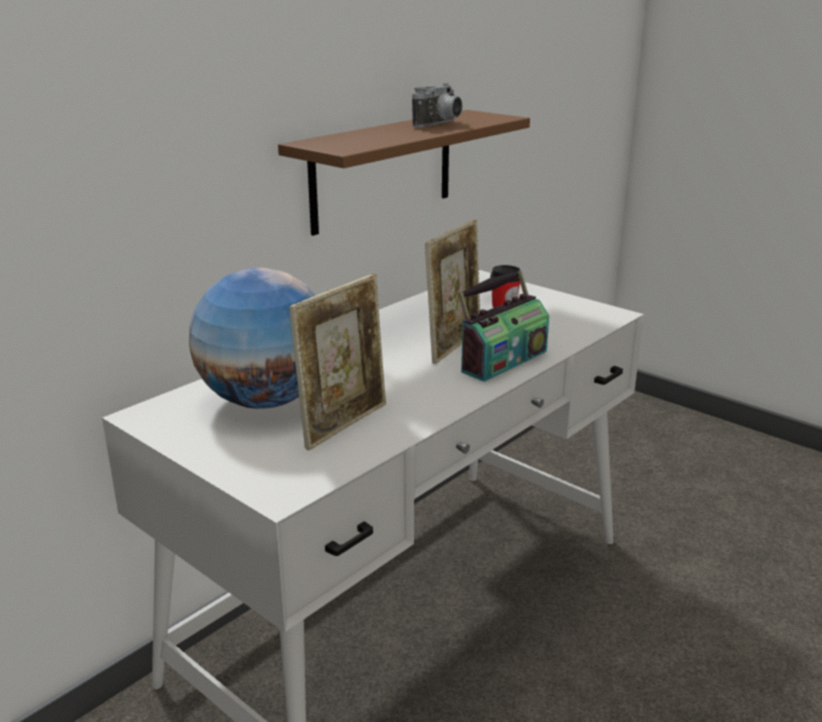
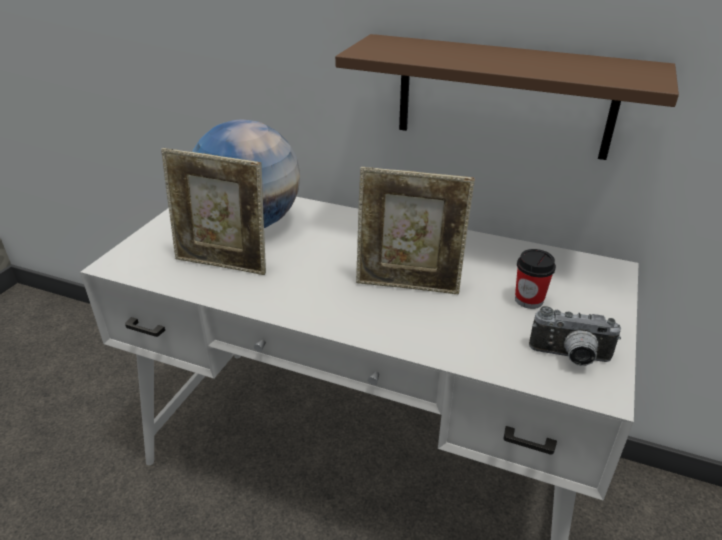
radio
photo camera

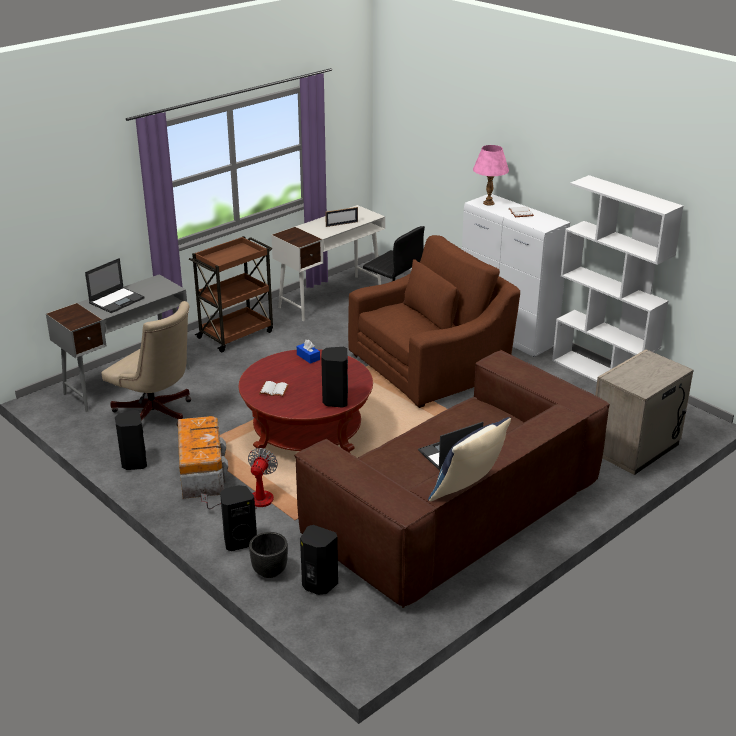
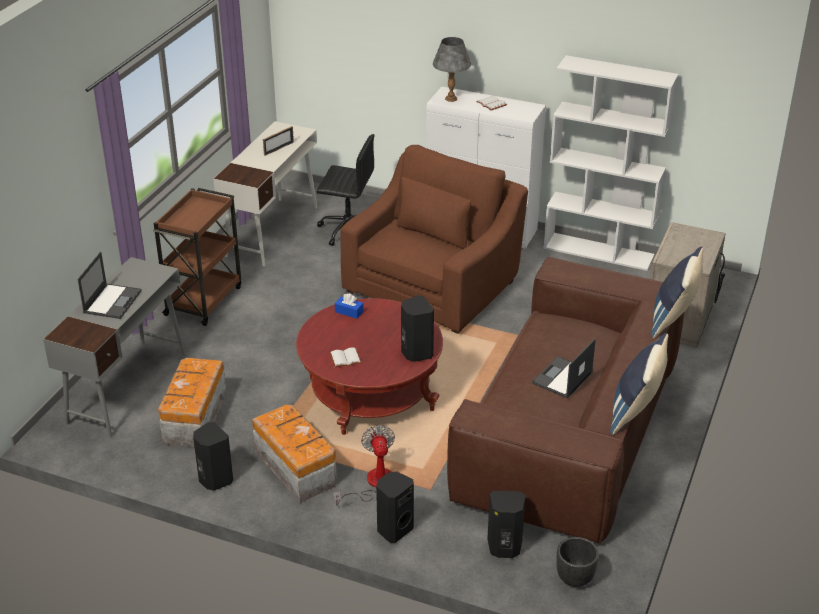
pillow (blue) (2nd from left)
planter (black)
storage box (1st from left)
table lamp (grey)

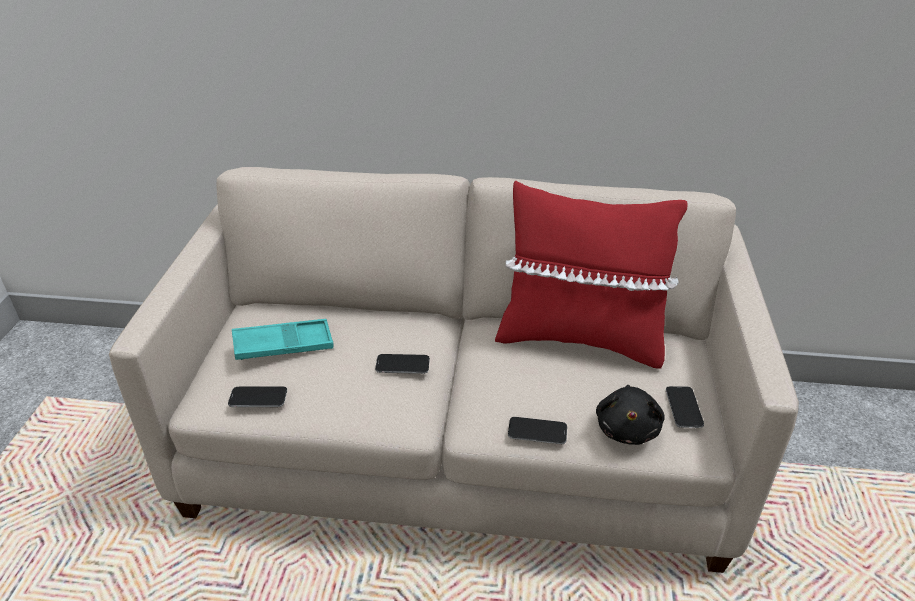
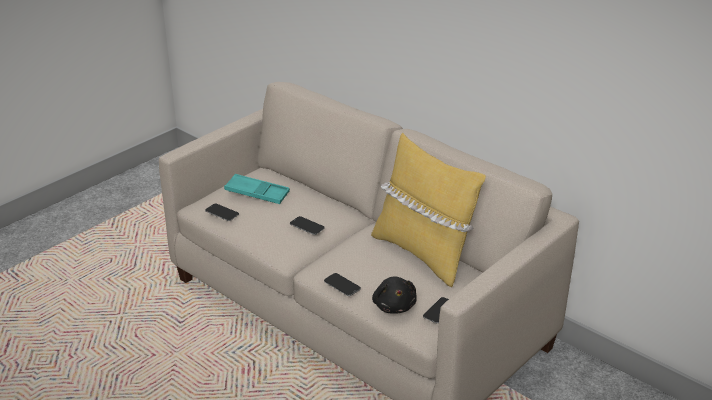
pillow (yellow)
plush toy (black)

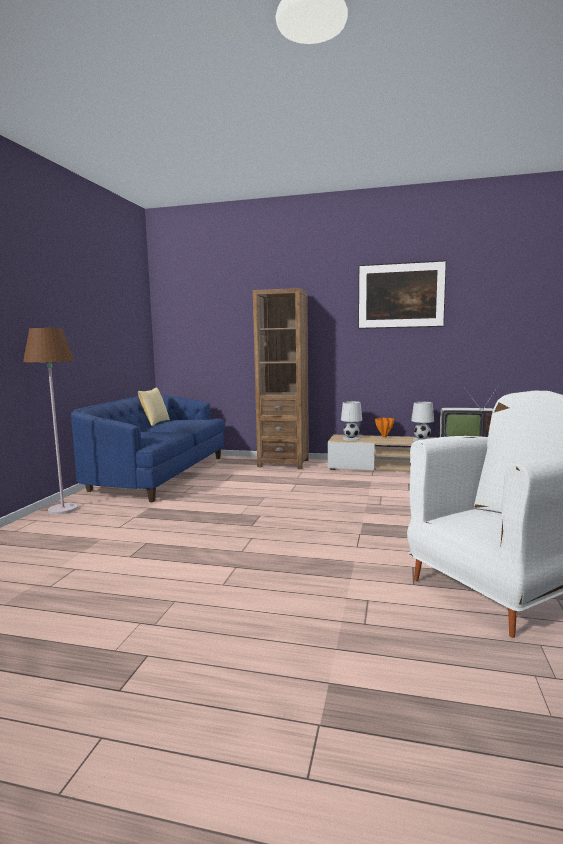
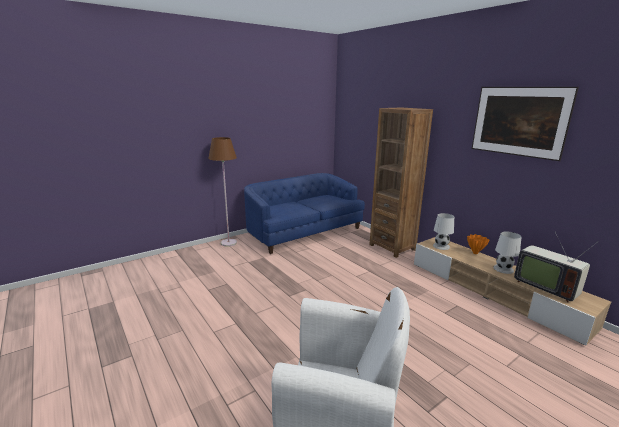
pillow

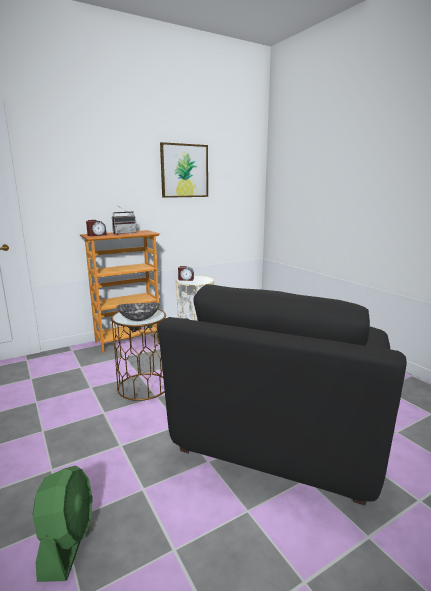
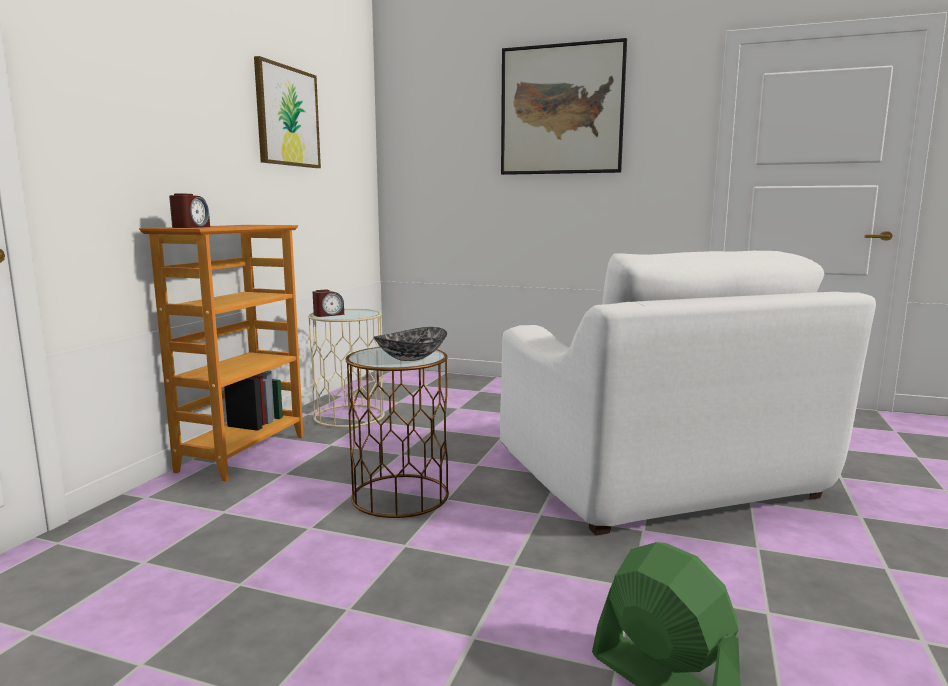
radio
picture (2nd from left)
armchair (white)

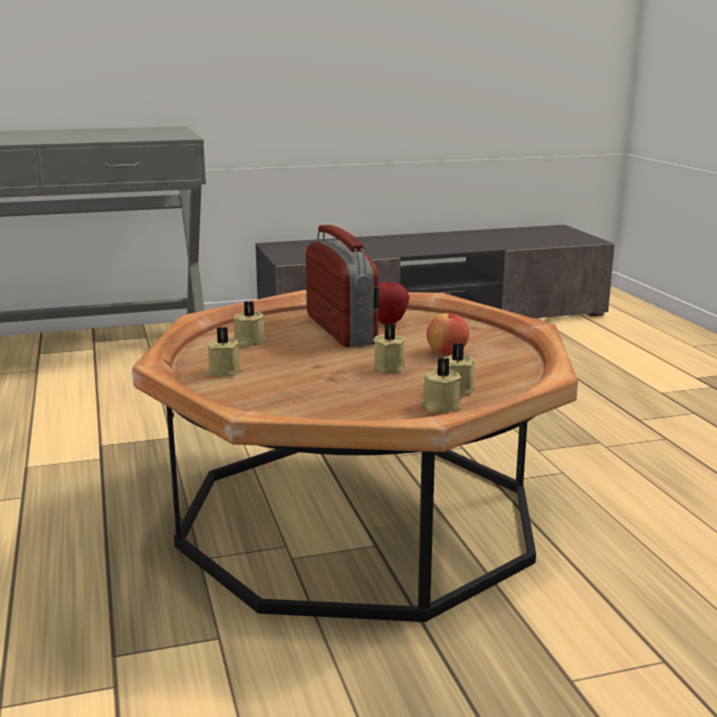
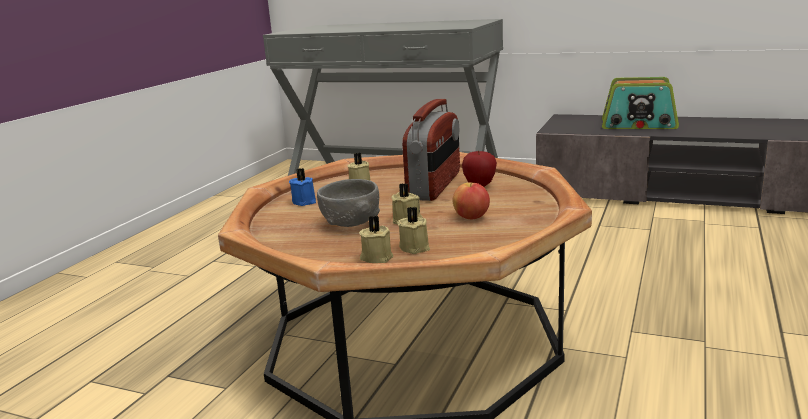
bowl (grey)
radio (2nd from left)
candle (blue)

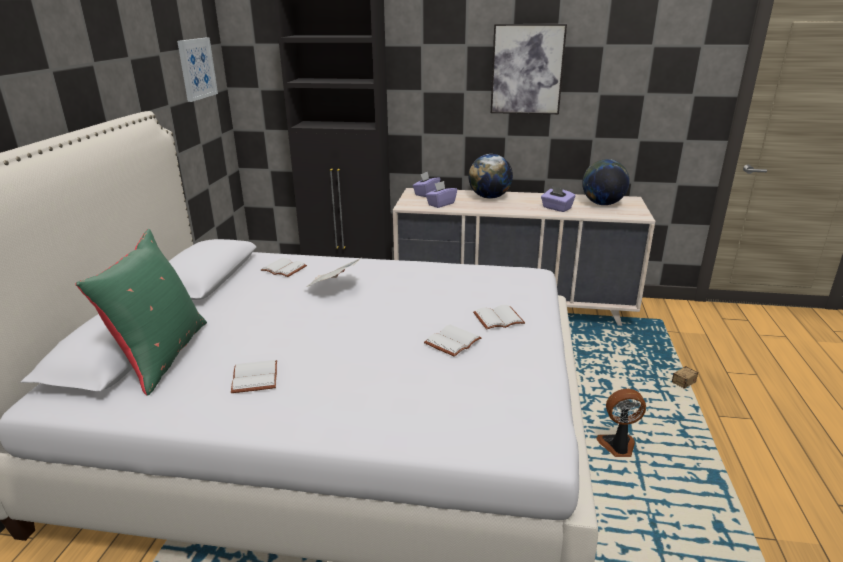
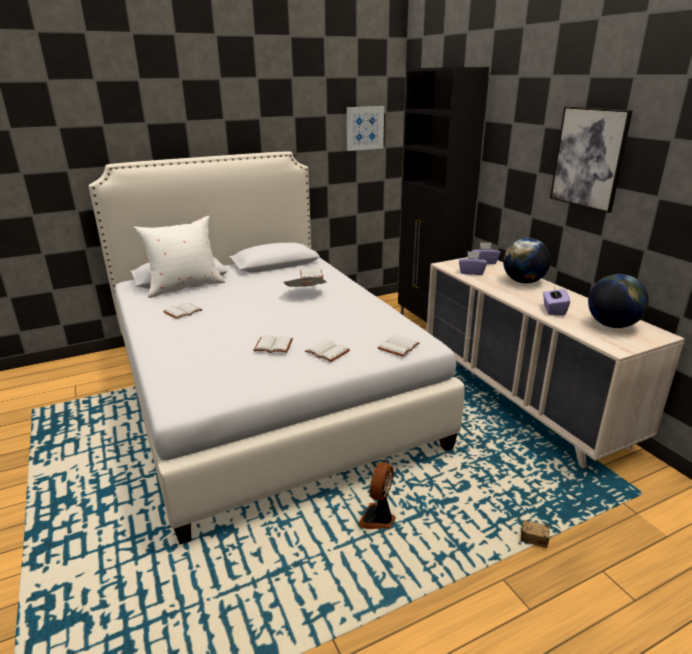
book (white) (5th from left)
pillow (white)
fan

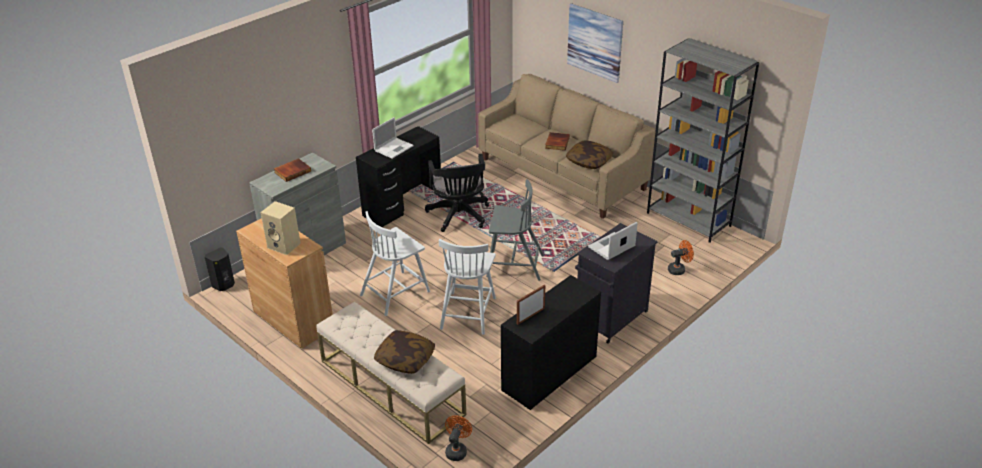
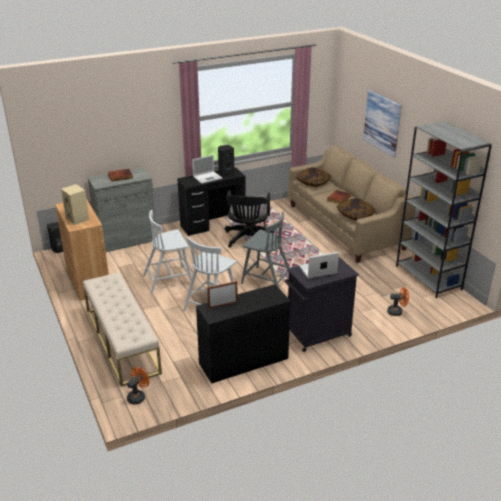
speaker (black) (2nd from left)
pillow (1st from left)

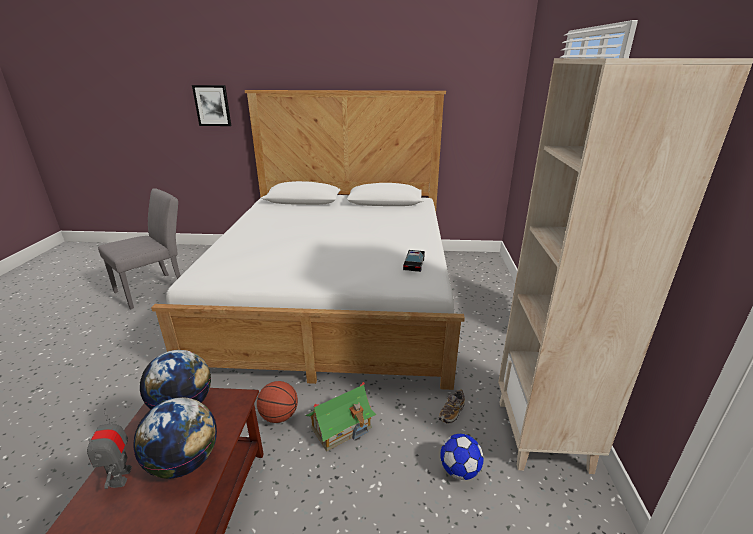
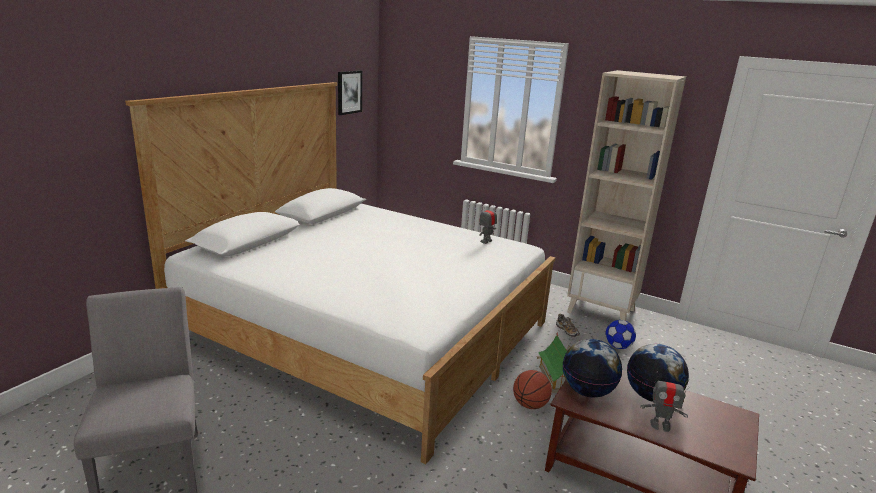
picture
toy robot (1st from left)

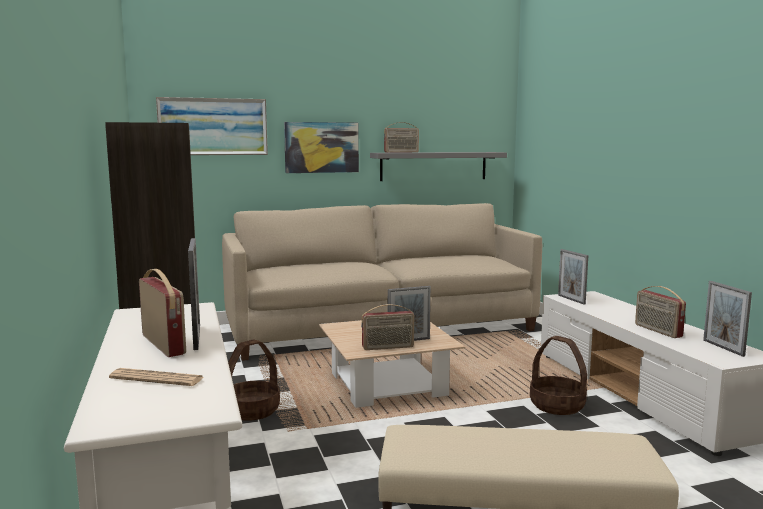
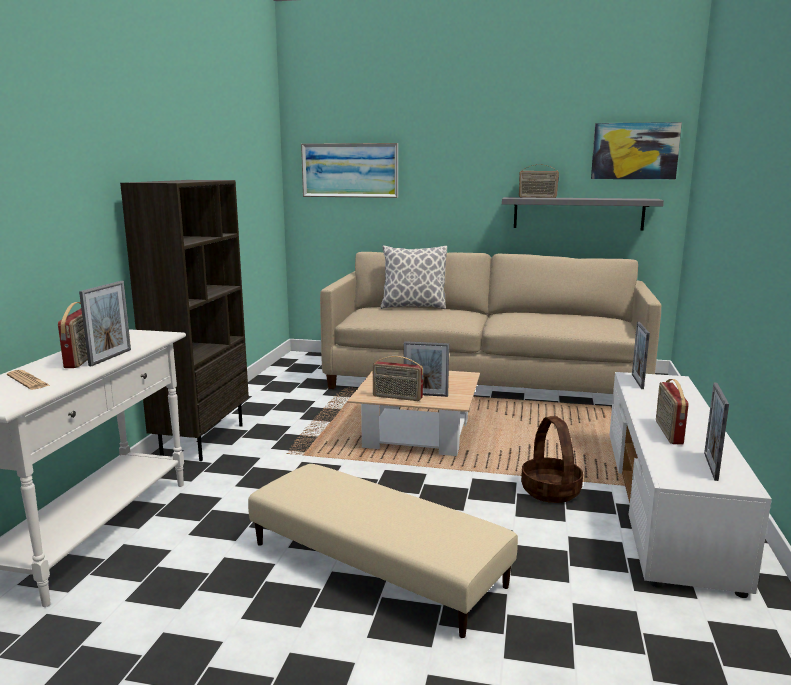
basket (1st from left in the first image)
pillow
picture (2nd from left)

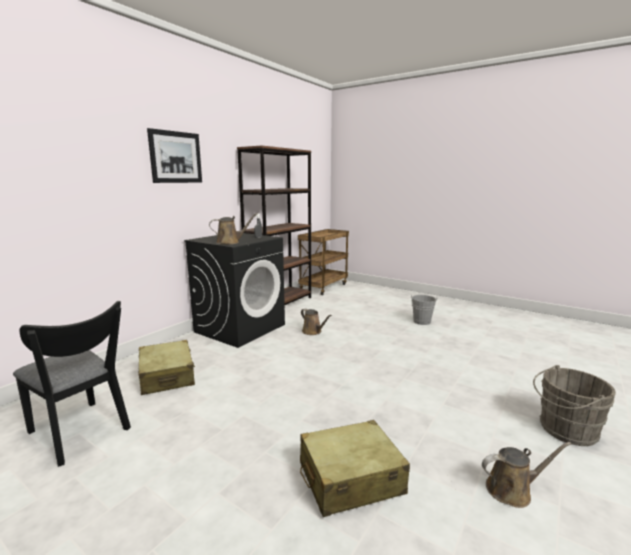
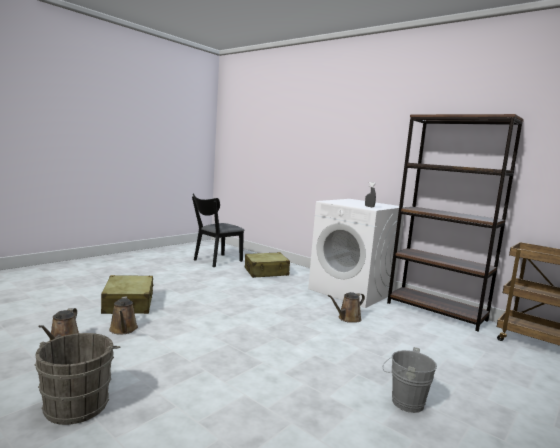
picture
watering can (brown) (2nd from left)
washing machine (white)

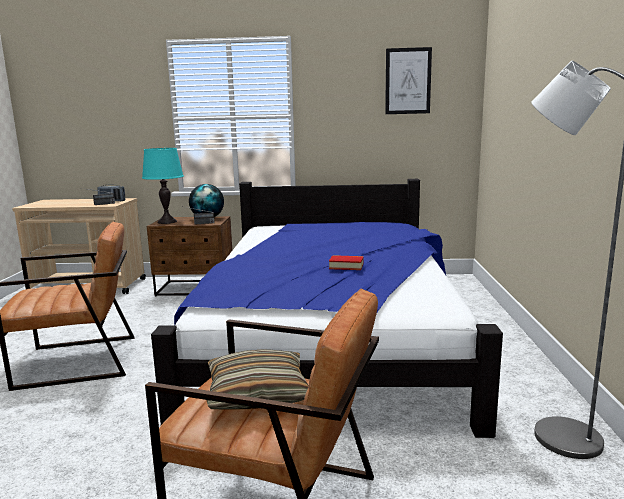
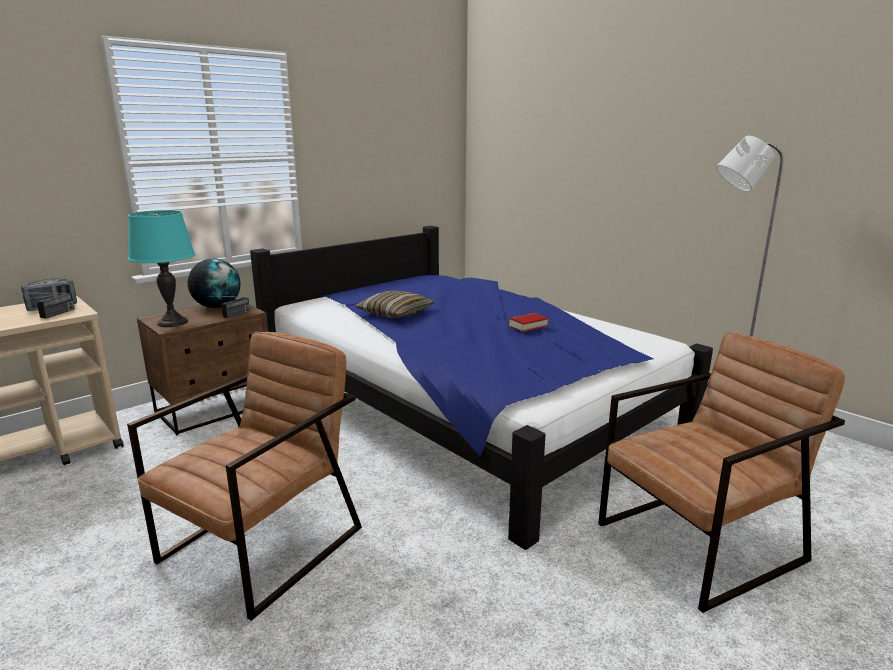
picture
pillow

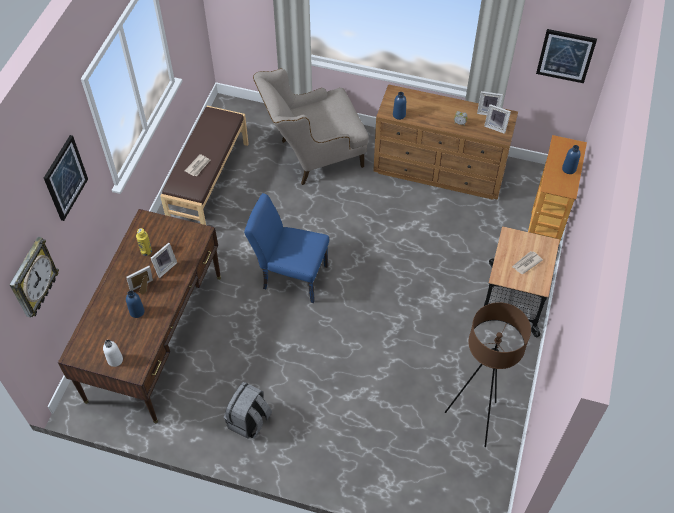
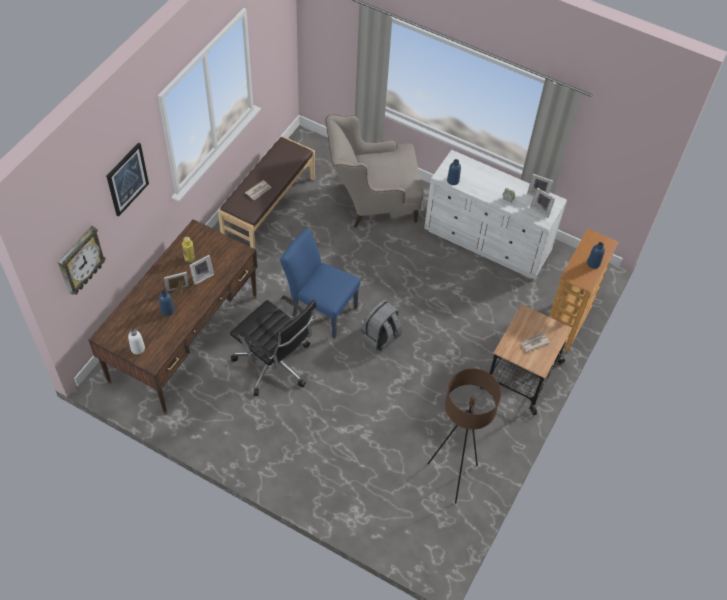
picture (2nd from left in the first image)
office chair (black)
backpack (grey)
dresser (white)

